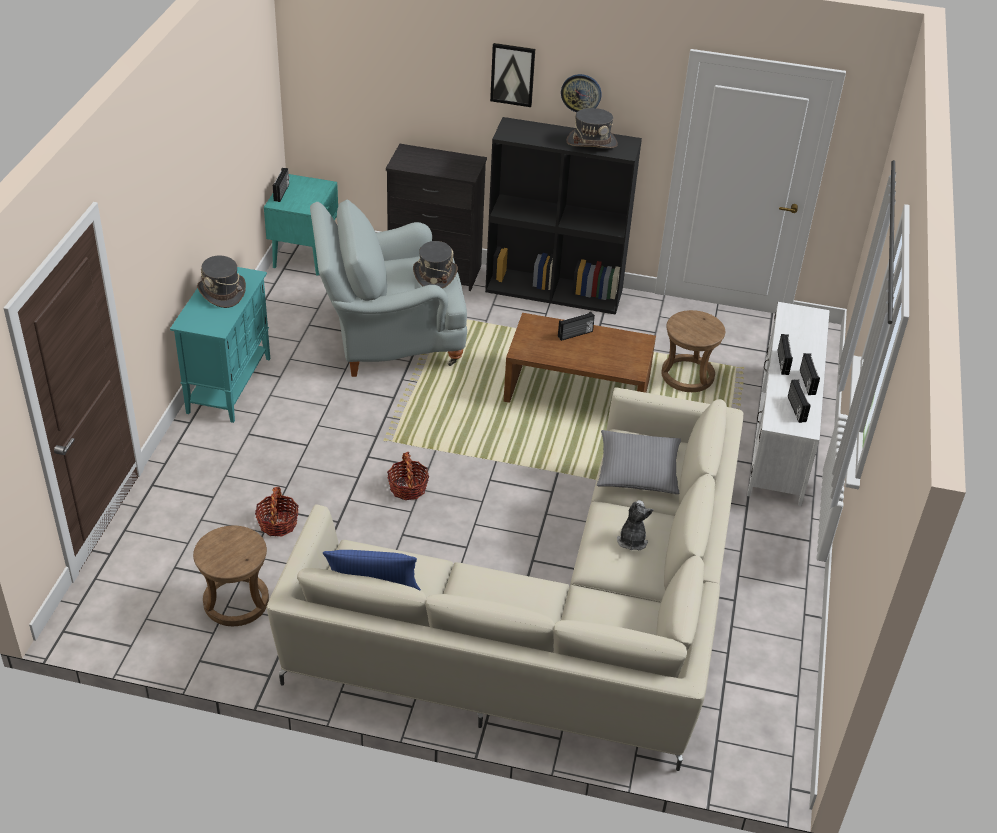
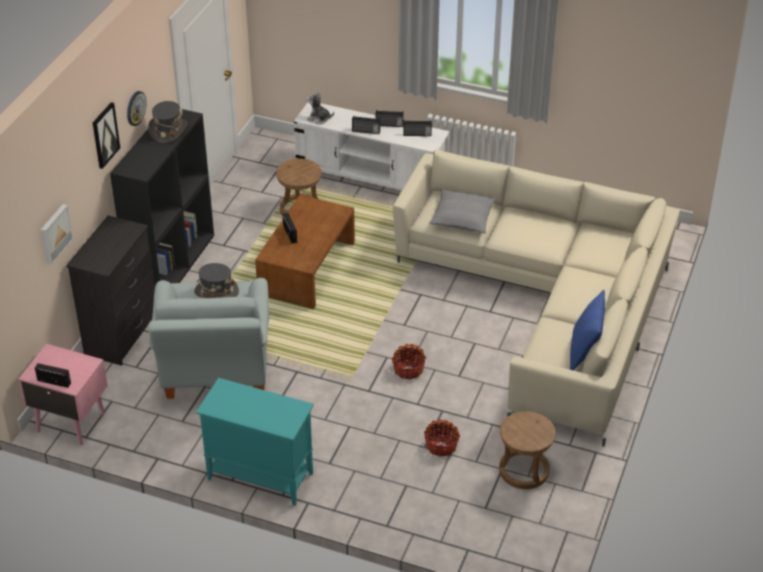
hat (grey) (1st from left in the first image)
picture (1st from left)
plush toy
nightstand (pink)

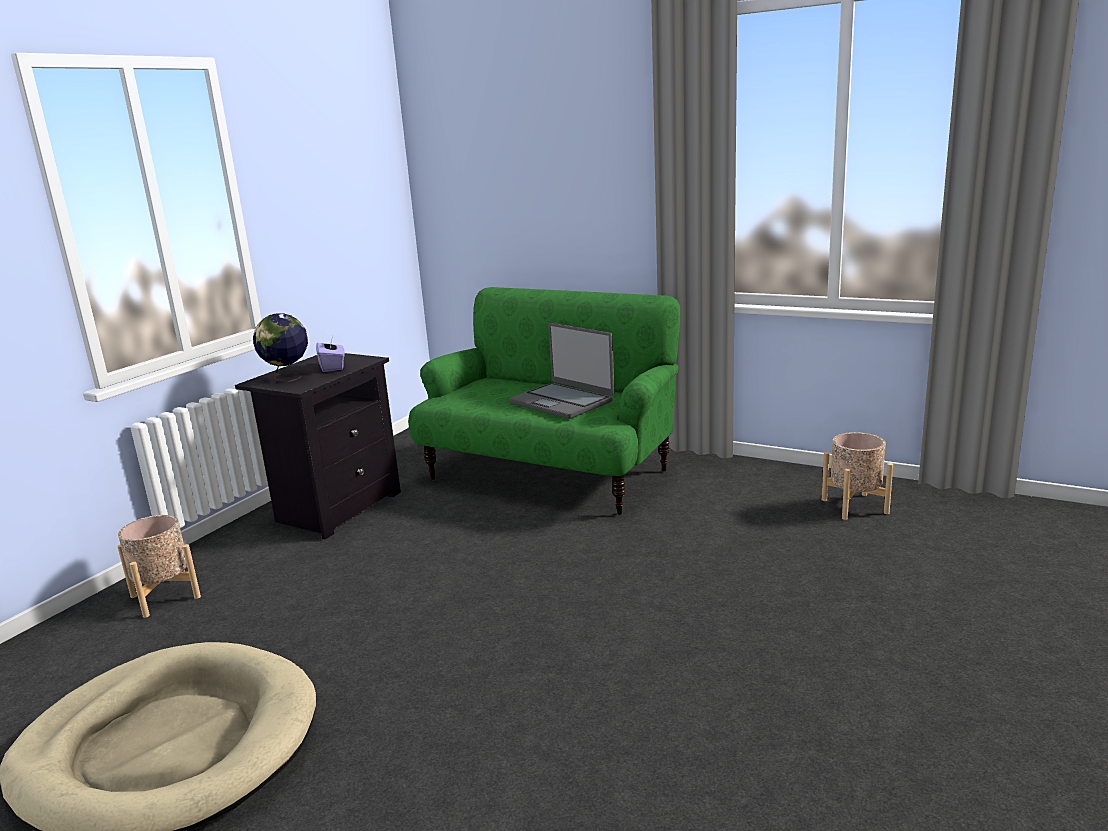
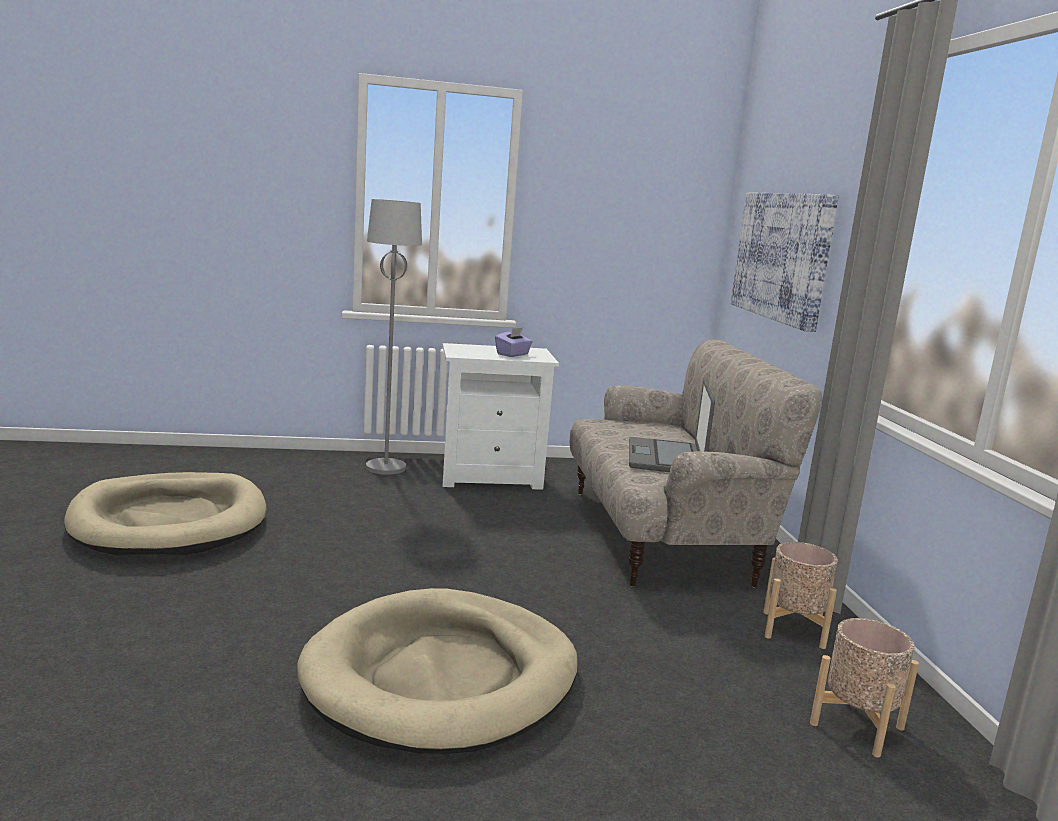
globe
dog bed (beige) (2nd from left)
floor lamp (grey)
picture
planter (beige) (1st from left)
nightstand (white)
sofa (beige)

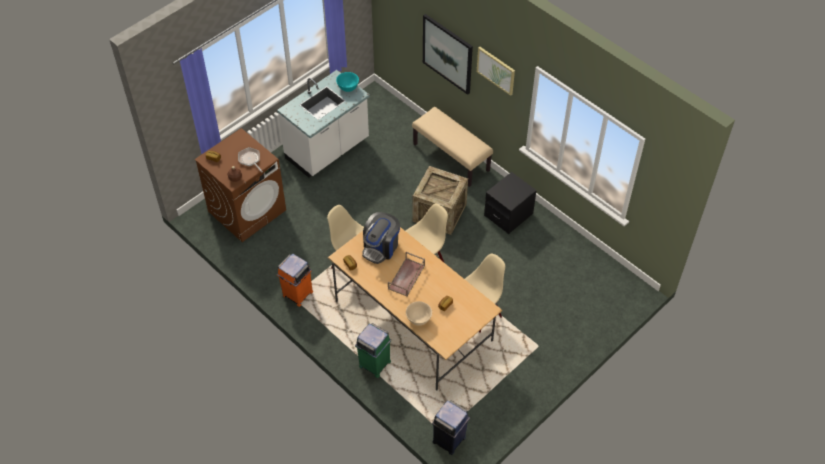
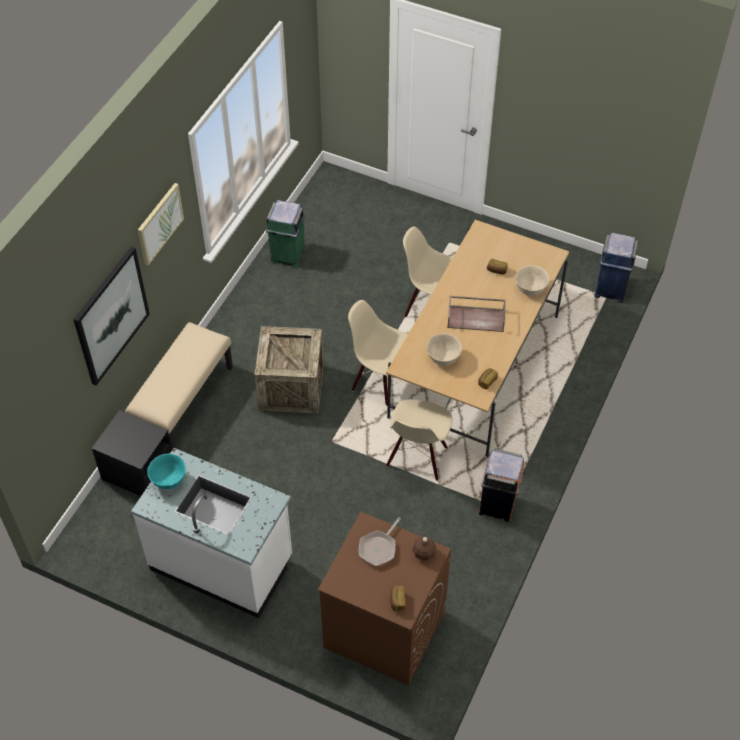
trash can (green)
nightstand (black)
bowl (beige) (1st from left)

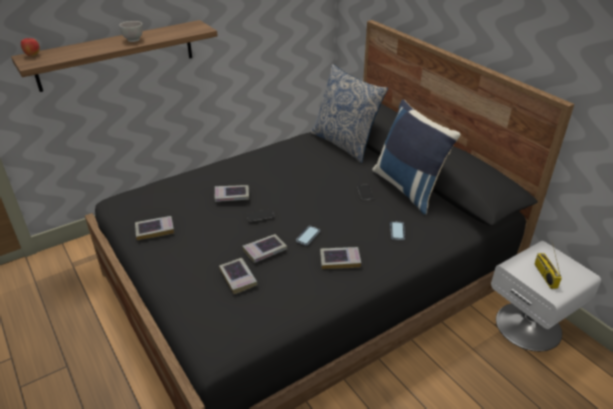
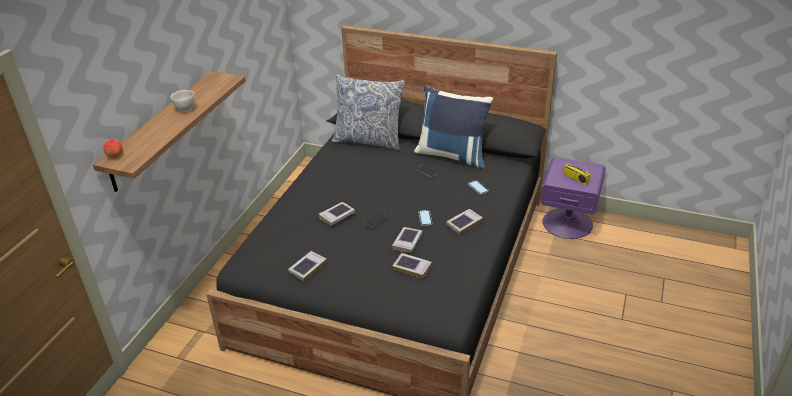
nightstand (purple)

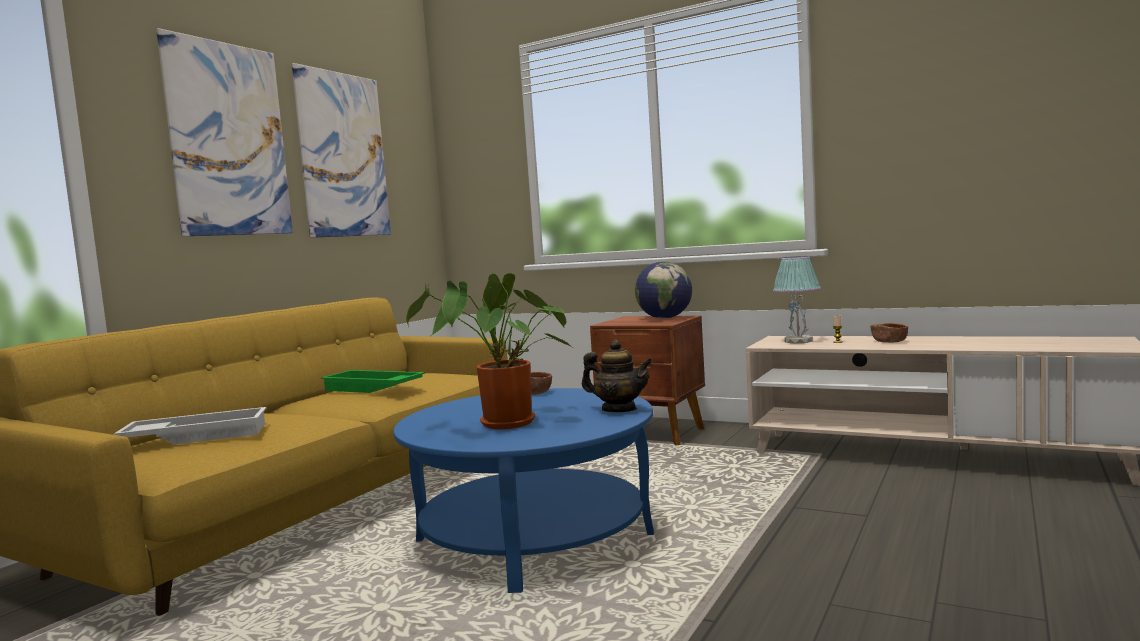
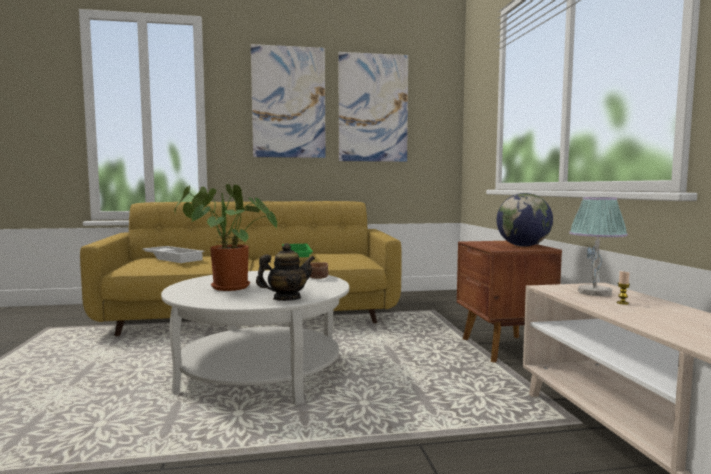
bowl (brown) (2nd from left in the first image)
coffee table (white)
teapot

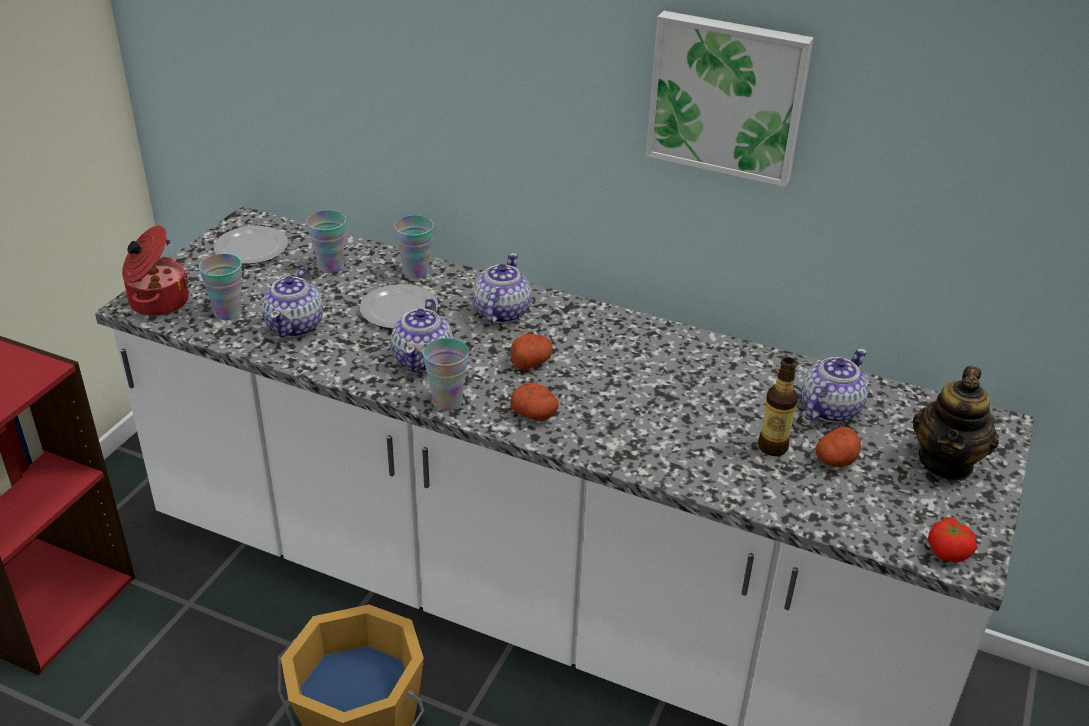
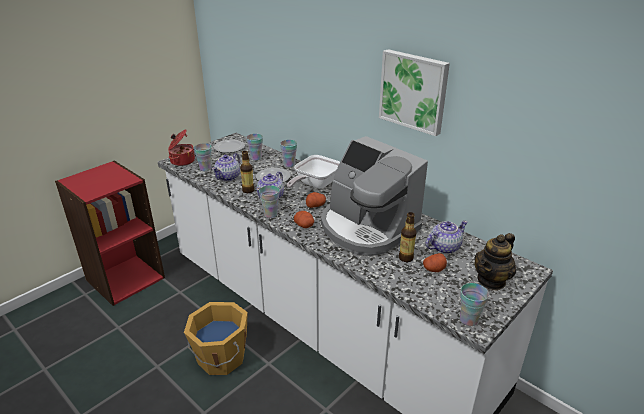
bottle (1st from left)
coffee machine
frying pan
cup (5th from left)

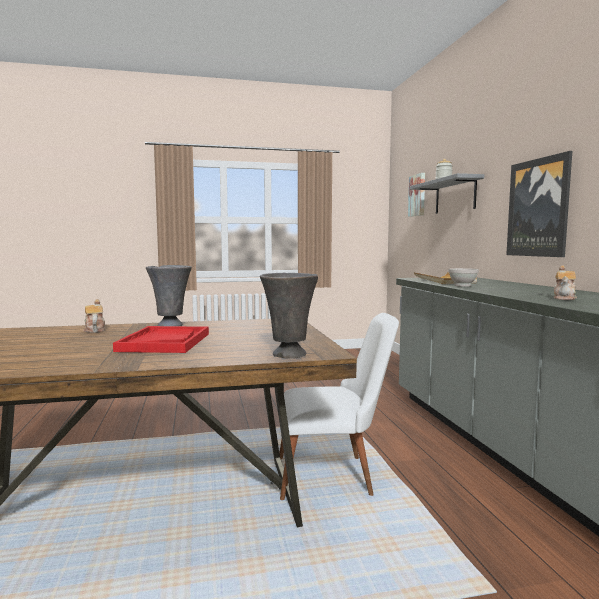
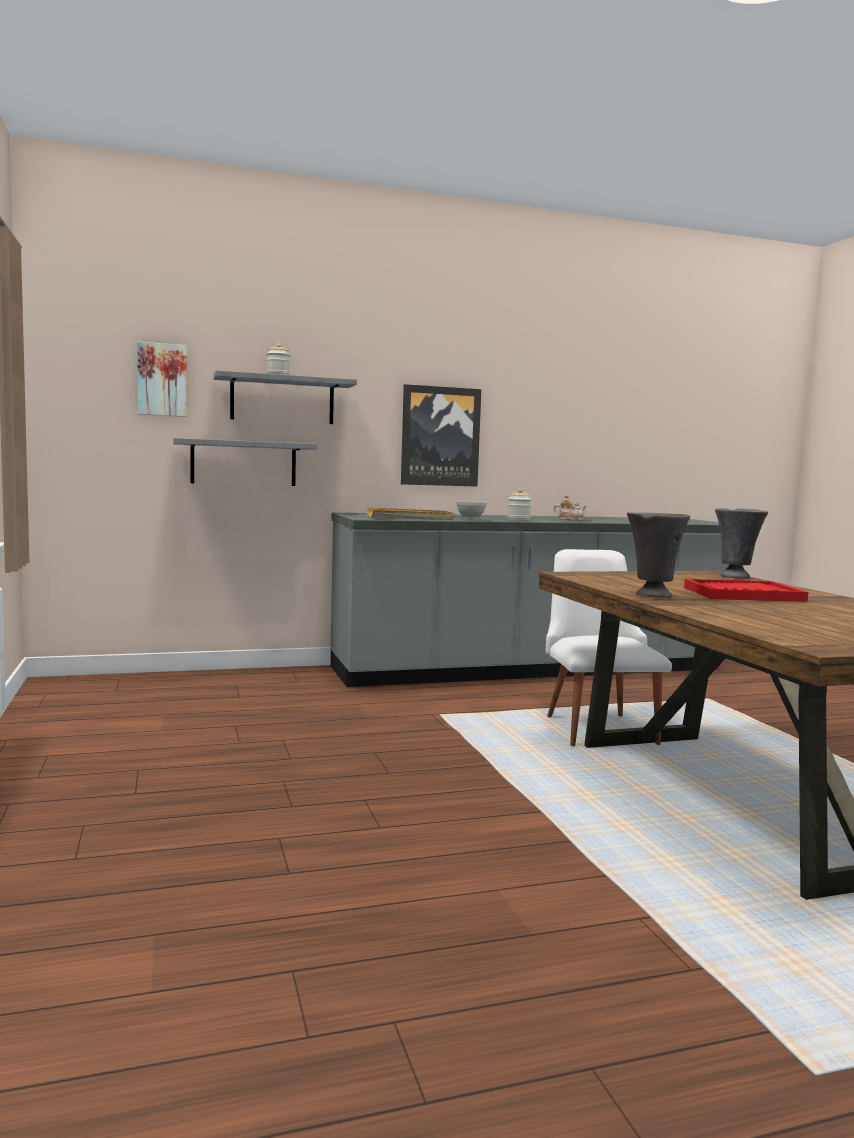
teapot (1st from left in the first image)
shelf (grey) (1st from left)
jar (2nd from left)

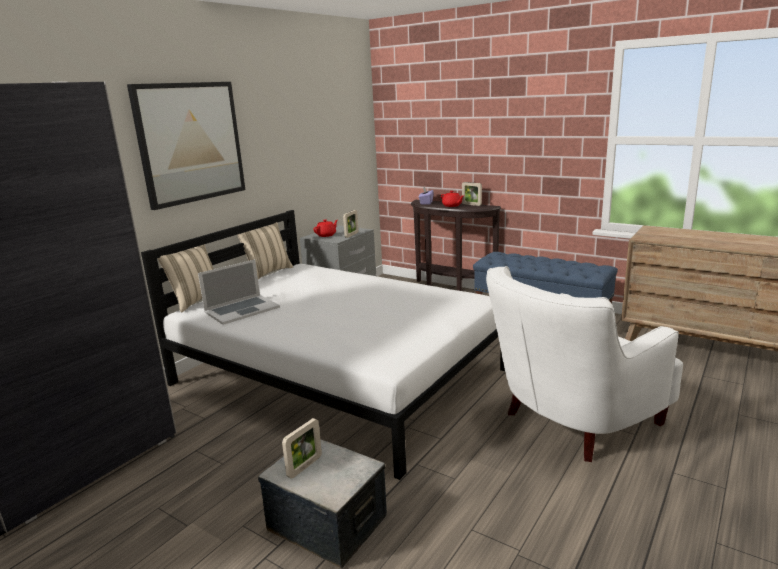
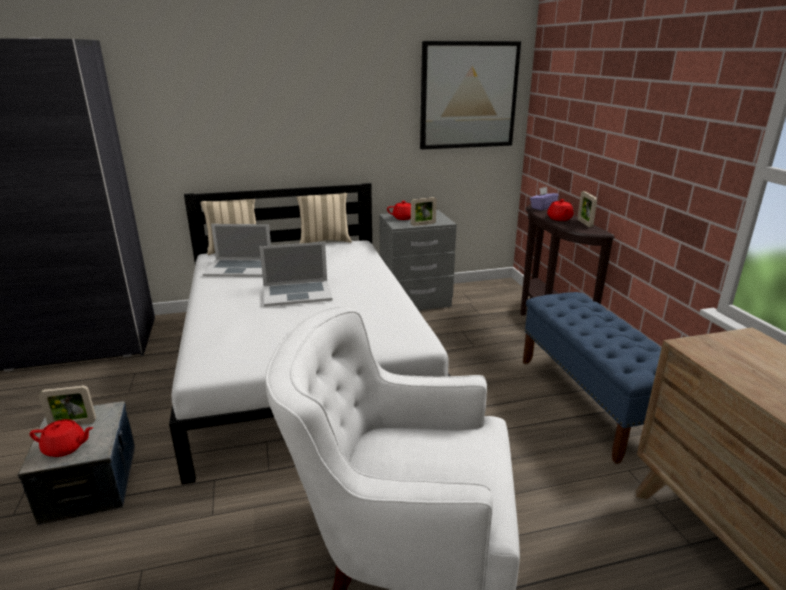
teapot (red) (1st from left)
laptop (2nd from left)
picture

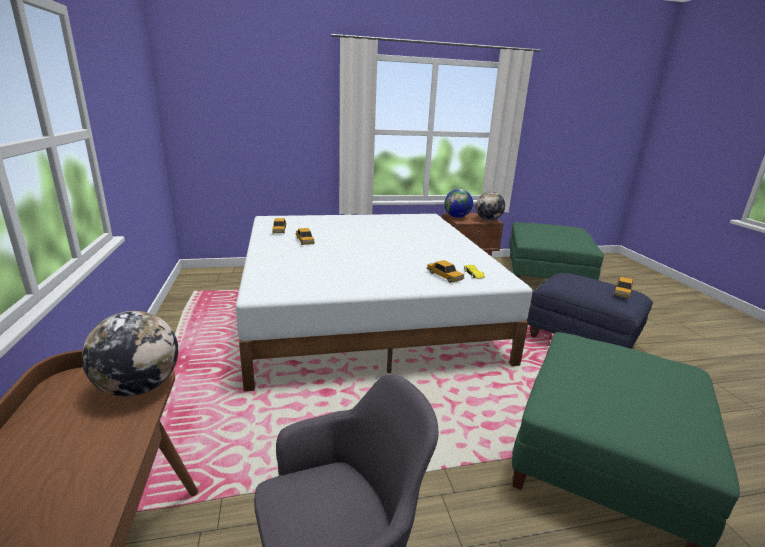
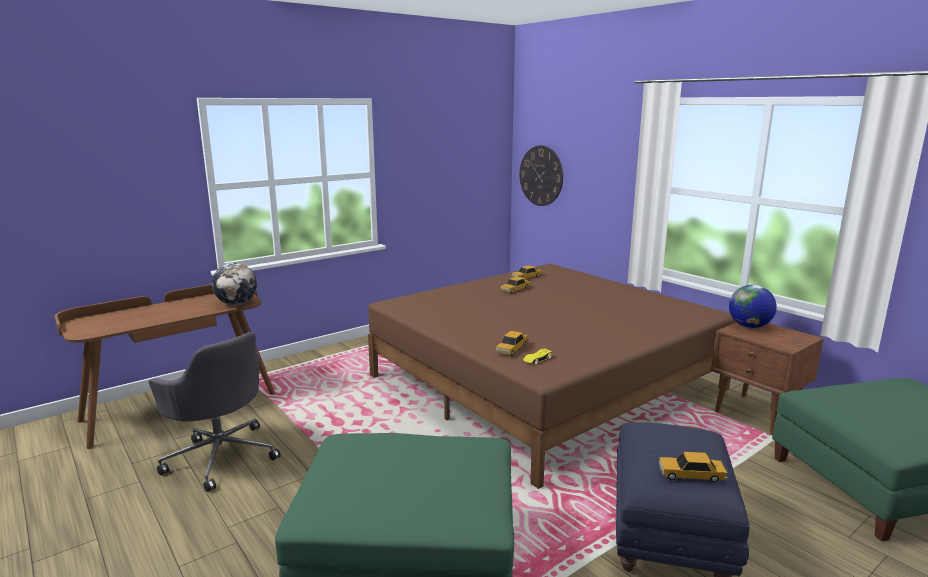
globe (3rd from left in the first image)
wall clock
bed (brown)

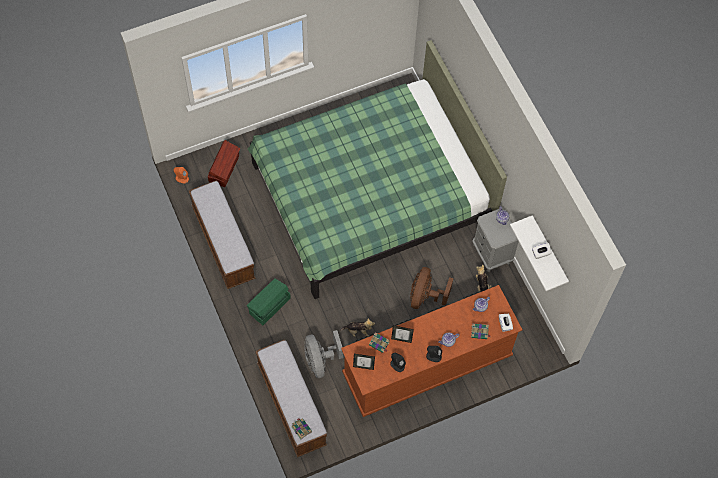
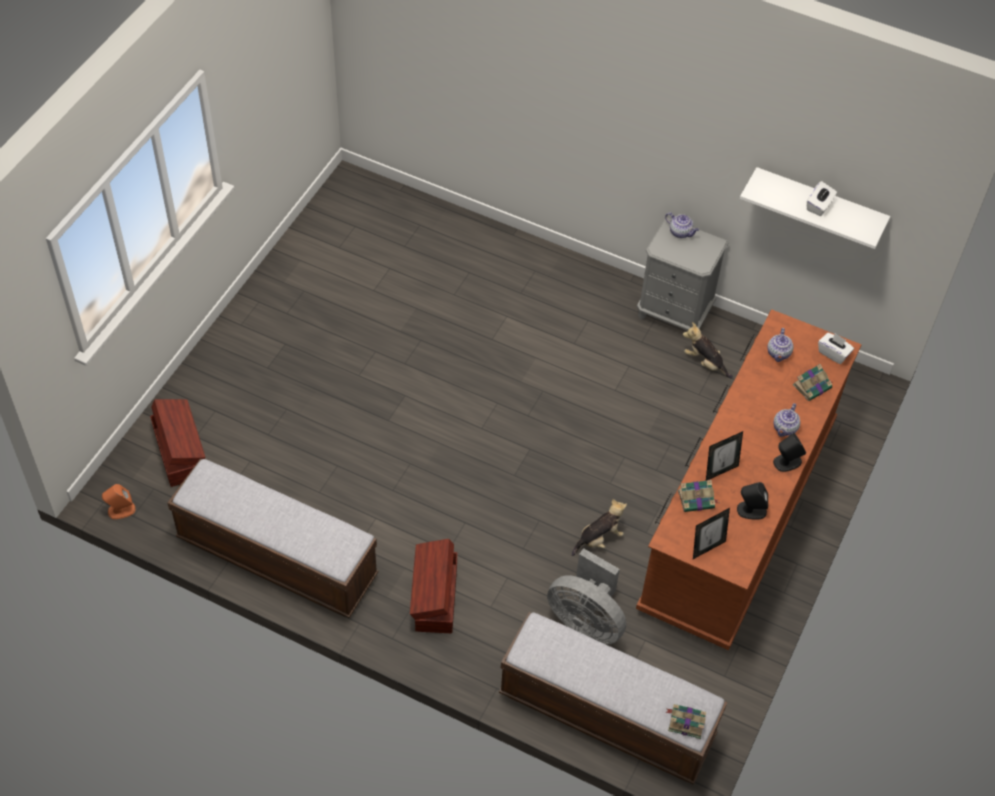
bed (green)
fan (brown)
storage box (brown) (2nd from left)

